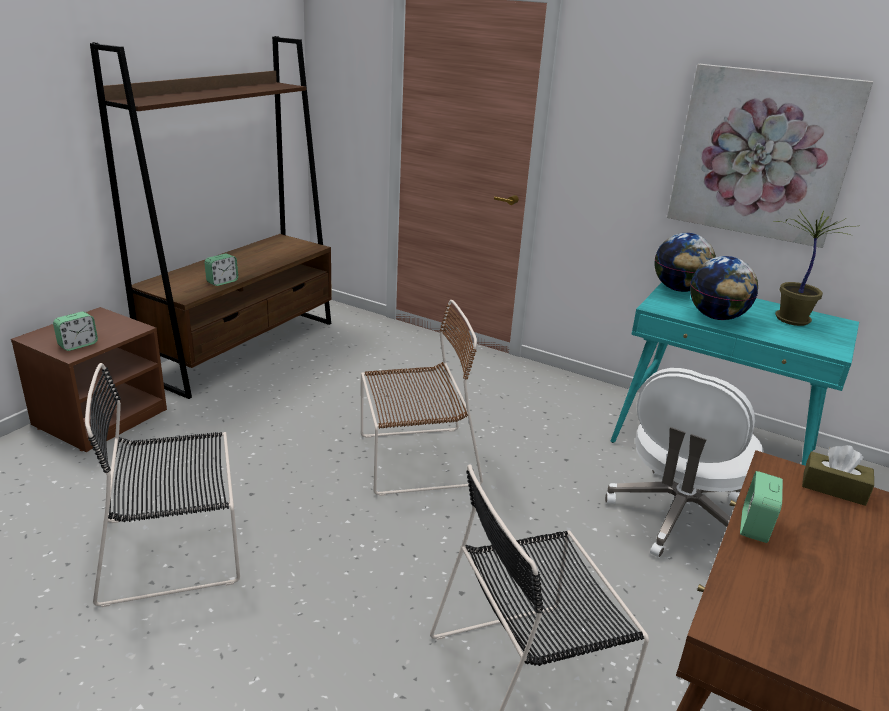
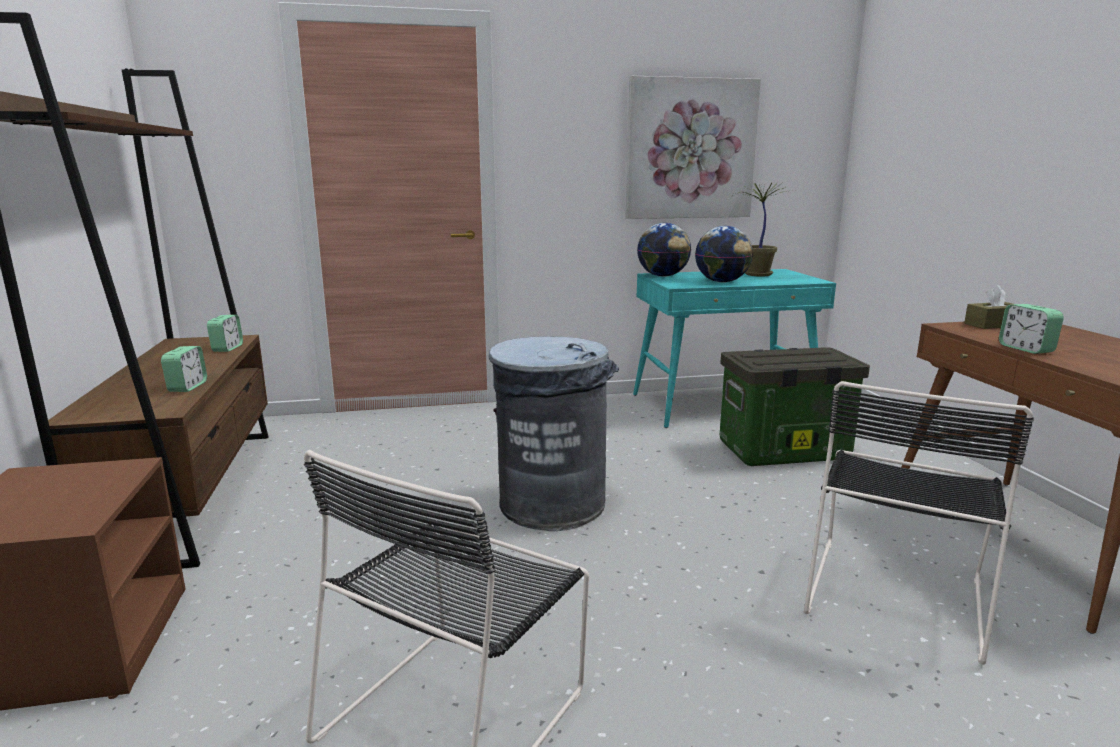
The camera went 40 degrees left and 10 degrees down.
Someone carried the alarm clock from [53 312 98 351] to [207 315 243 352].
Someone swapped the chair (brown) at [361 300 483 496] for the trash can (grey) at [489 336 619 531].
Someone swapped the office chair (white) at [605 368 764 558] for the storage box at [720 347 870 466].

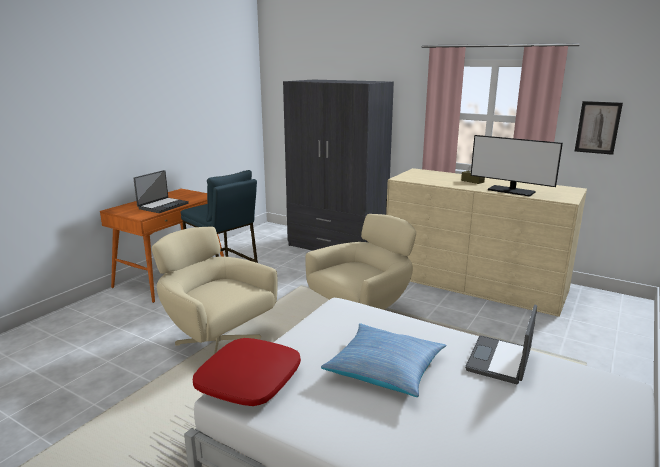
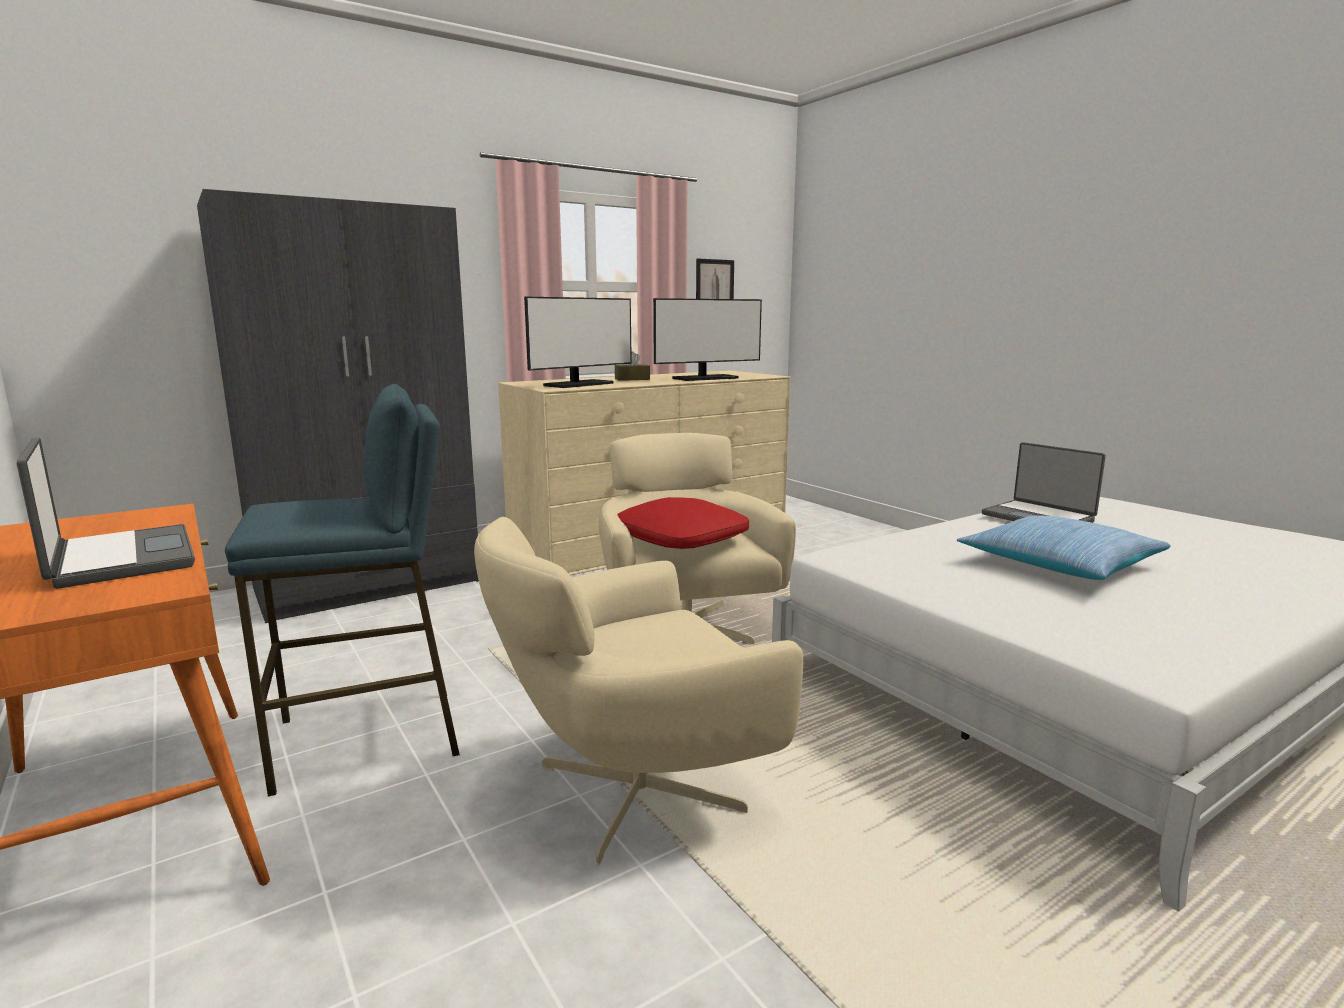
The camera went 65 degrees left and 5 degrees down.
Someone carried the pillow (red) from [193 338 301 406] to [617 497 749 549].
Someone put down the monitor at [524 297 632 388].

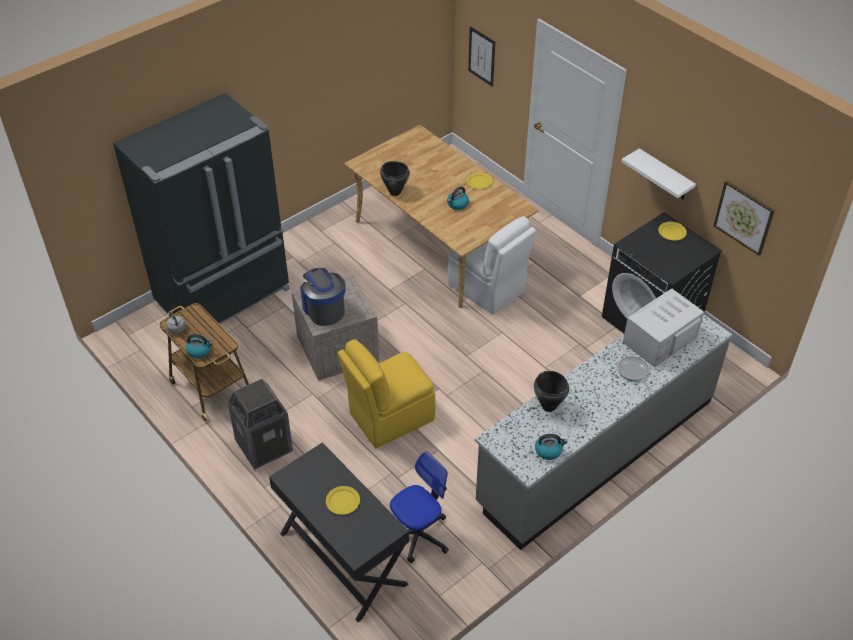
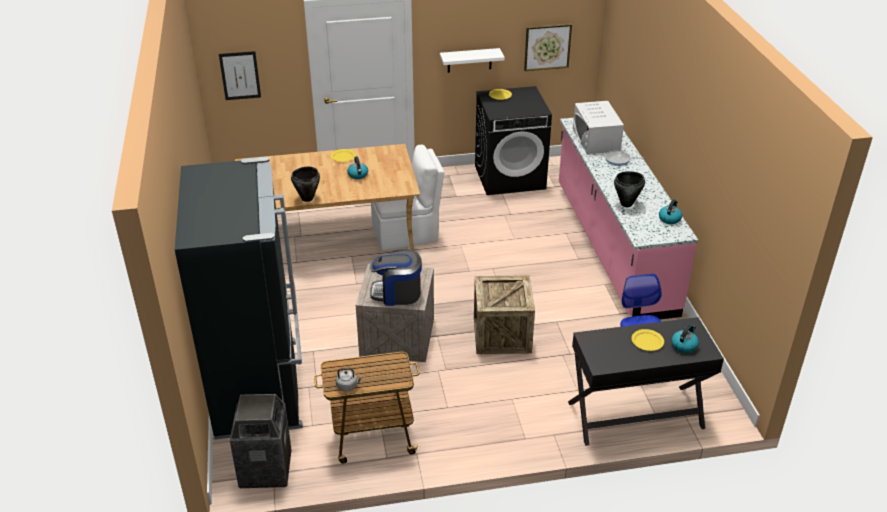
The camera went 60 degrees left and 10 degrees down.
Someone carried the kettle from [186 334 213 358] to [671 324 699 353].
Someone carried the trash can from [227 378 293 469] to [230 394 292 488].
Someone swapped the chair (yellow) at [337 339 435 448] for the crate at [474 275 535 354].
Someone repainted the counter (grey) at [475 315 732 550], which became the counter (pink) at [559 118 698 319].

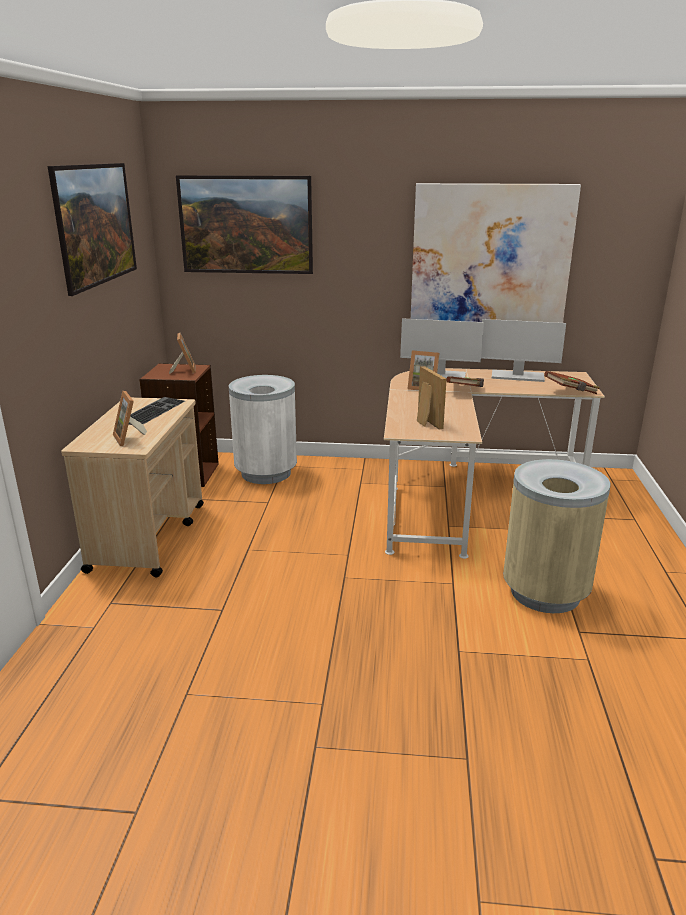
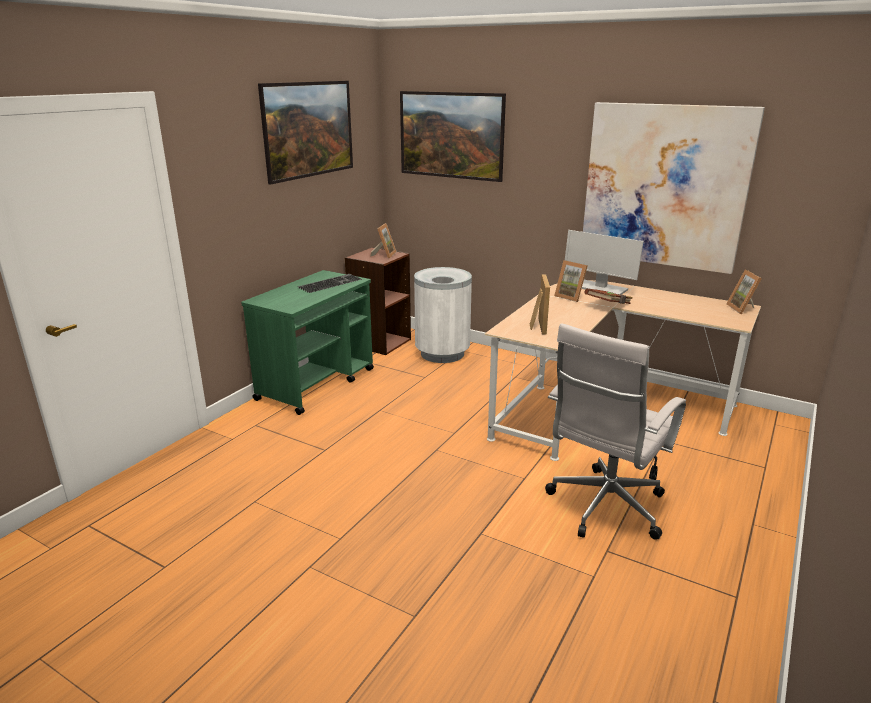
The camera went 25 degrees right and 0 degrees up.
Someone repainted the cart (beige) at [61 397 204 577], which became the cart (green) at [241 270 374 415].
Someone carried the picture frame from [113 391 147 446] to [726 270 762 314].
Someone took away the monitor at [481 319 566 382].
Someone swapped the trash can (beige) at [503 459 610 613] for the office chair (white) at [545 323 686 540].
Someone took away the book (brown) at [544 371 600 394].

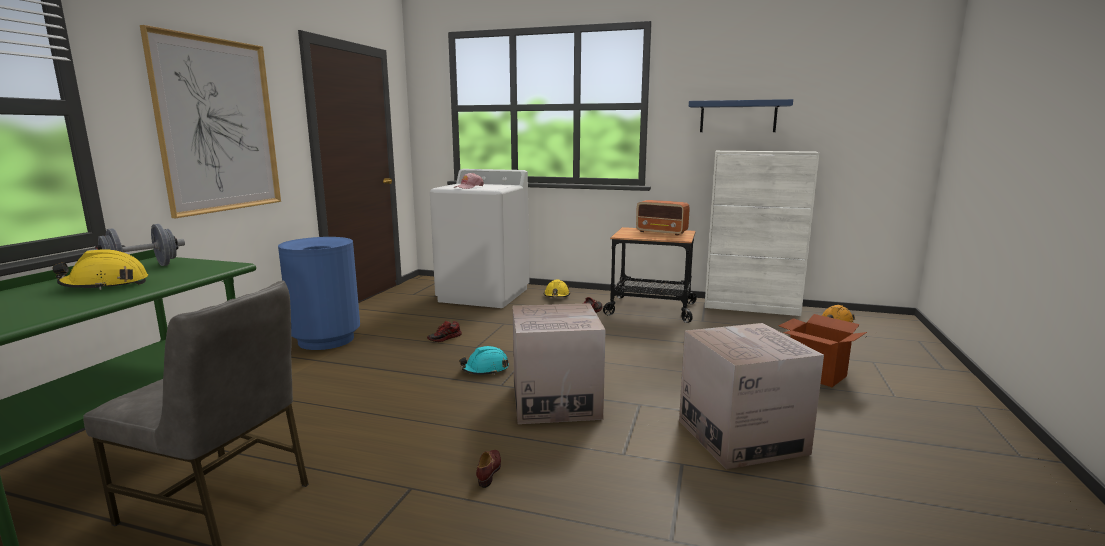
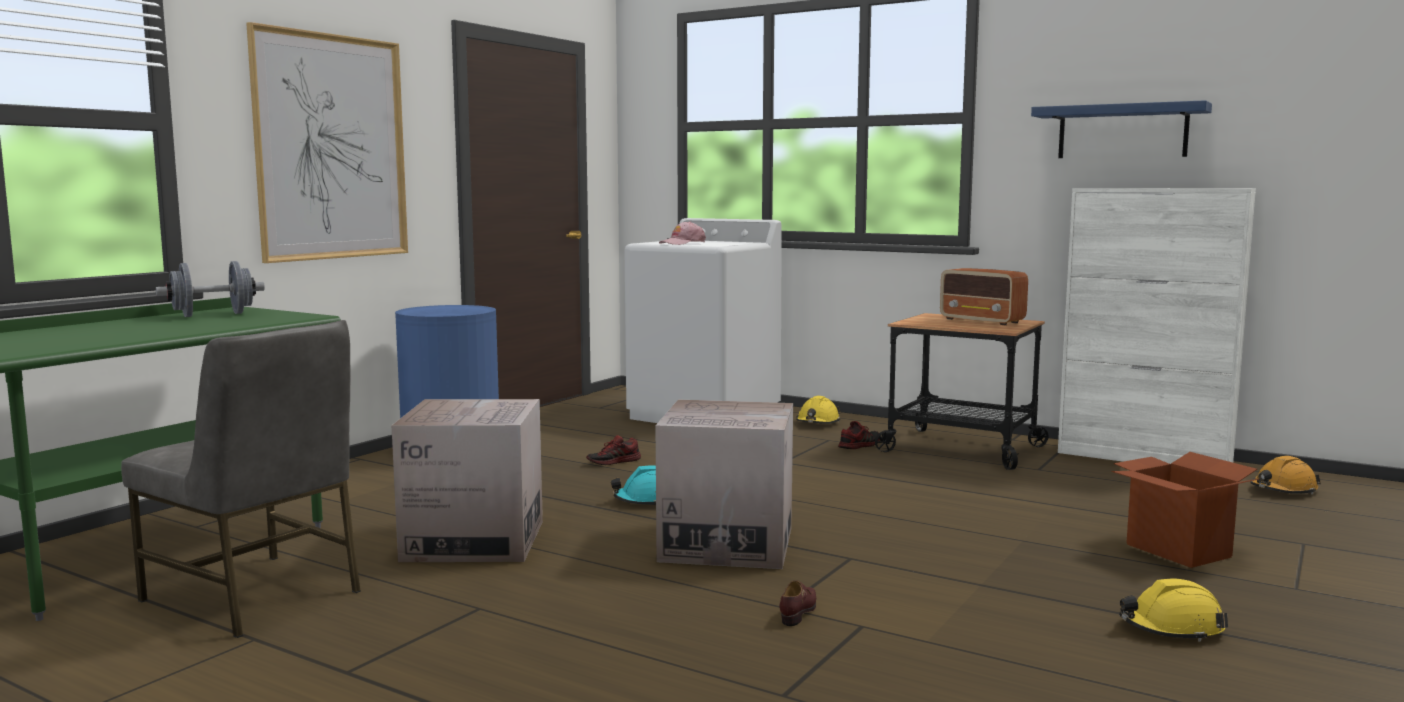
The camera went 15 degrees right and 5 degrees down.
Someone carried the hard hat (yellow) from [52 249 148 290] to [1119 578 1228 642].
Someone carried the shoe (brown) from [476 450 501 488] to [779 580 816 626].
Someone carried the cardboard box from [679 323 824 469] to [391 399 543 562].

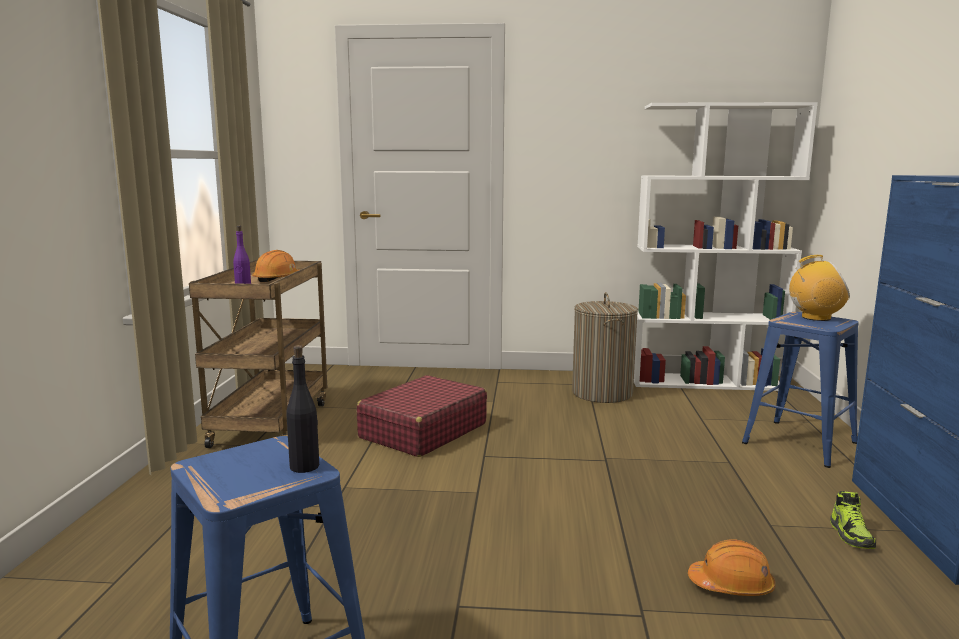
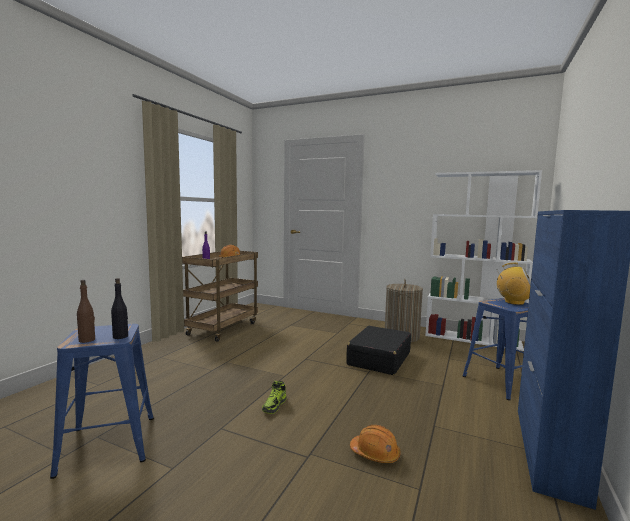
The camera went 20 degrees right and 5 degrees down.
Someone took away the suitcase (red) at [357 375 487 457].
Someone carried the shoe from [830 491 876 549] to [262 381 286 414].
Someone put down the bottle (brown) at [77 280 95 343].
Someone put down the suitcase (black) at [346 326 411 375].

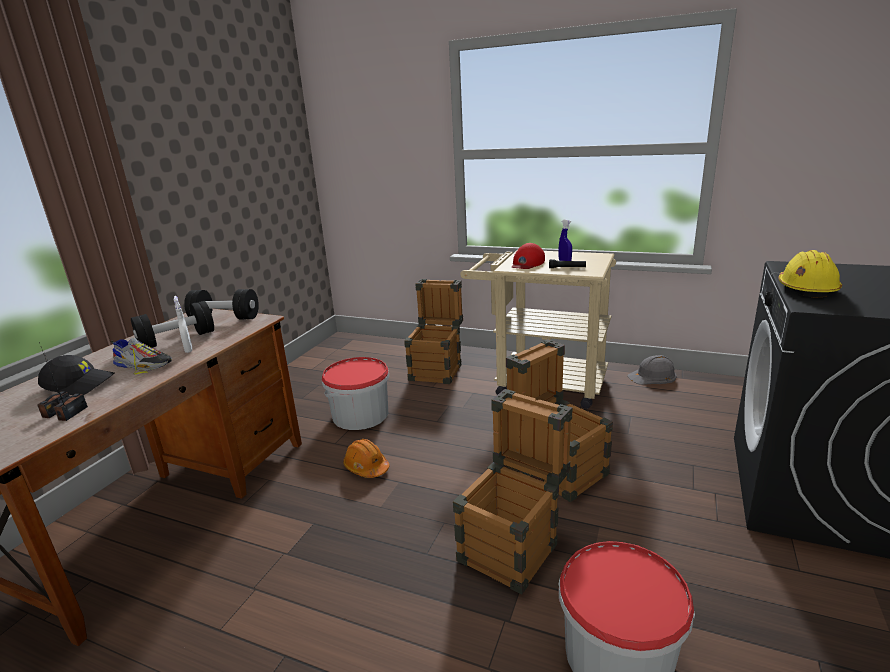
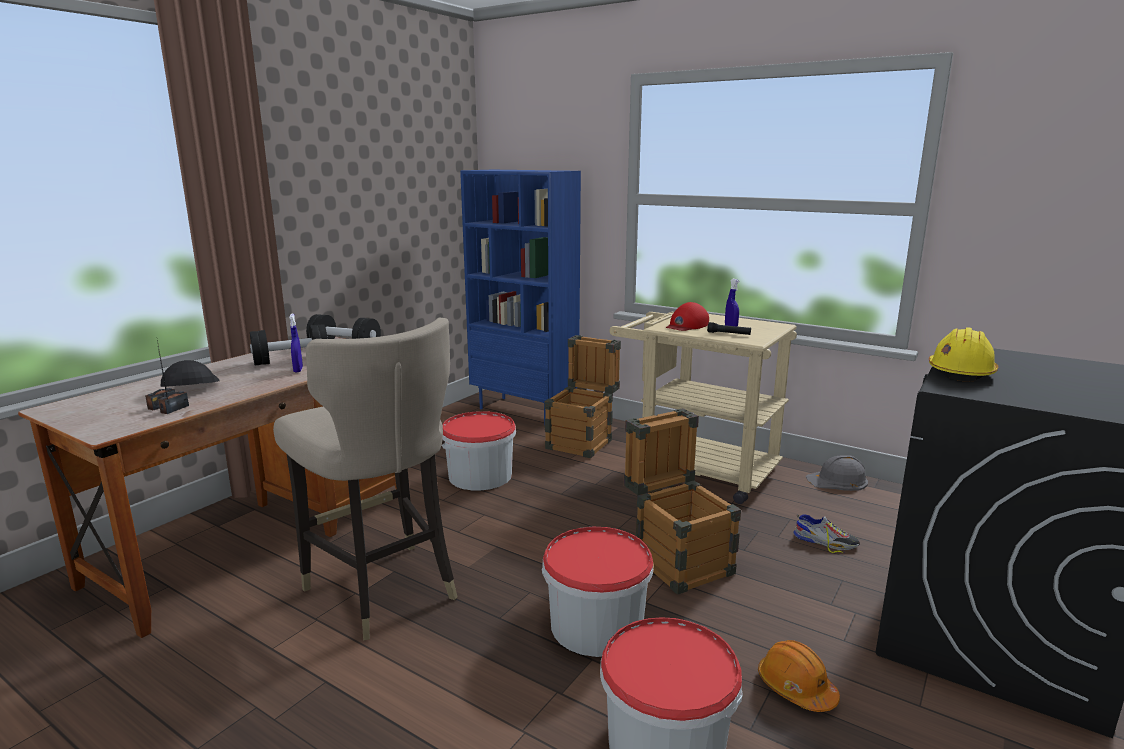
The camera went 10 degrees right and 5 degrees down.
Someone rotated the cap (black) at [38 355 114 395] by 120 degrees counterclockwise.
Someone carried the shoe from [111 338 172 374] to [793 514 860 553].
Someone repainted the spray bottle (white) at [174 296 192 353], which became the spray bottle (blue) at [289 313 303 372].
Someone carried the hard hat (orange) from [343 439 390 478] to [758 640 840 712].
Someone swapped the crate at [453 389 573 594] for the bucket at [542 527 654 657].
Someone put down the stool (beige) at [273 318 458 641].
Someone put down the bookcase (blue) at [460 170 581 425].

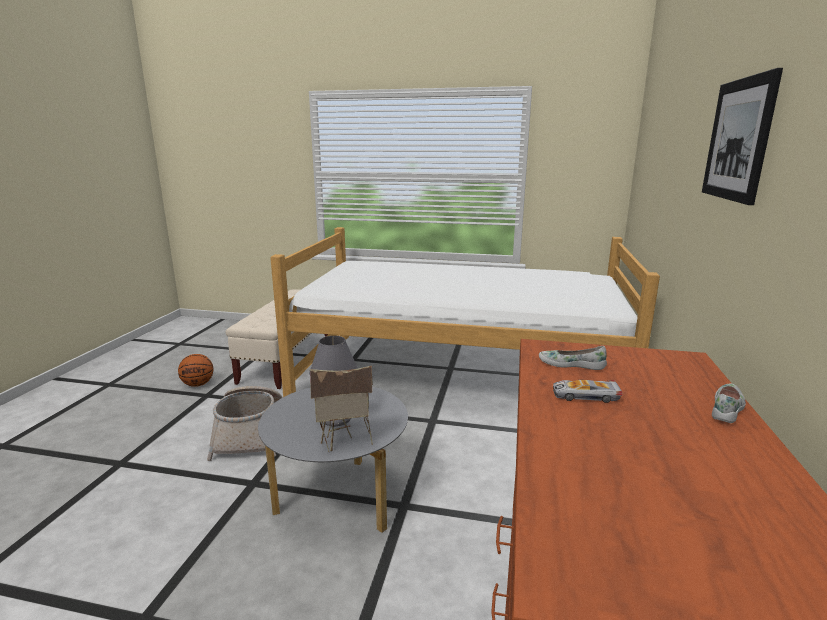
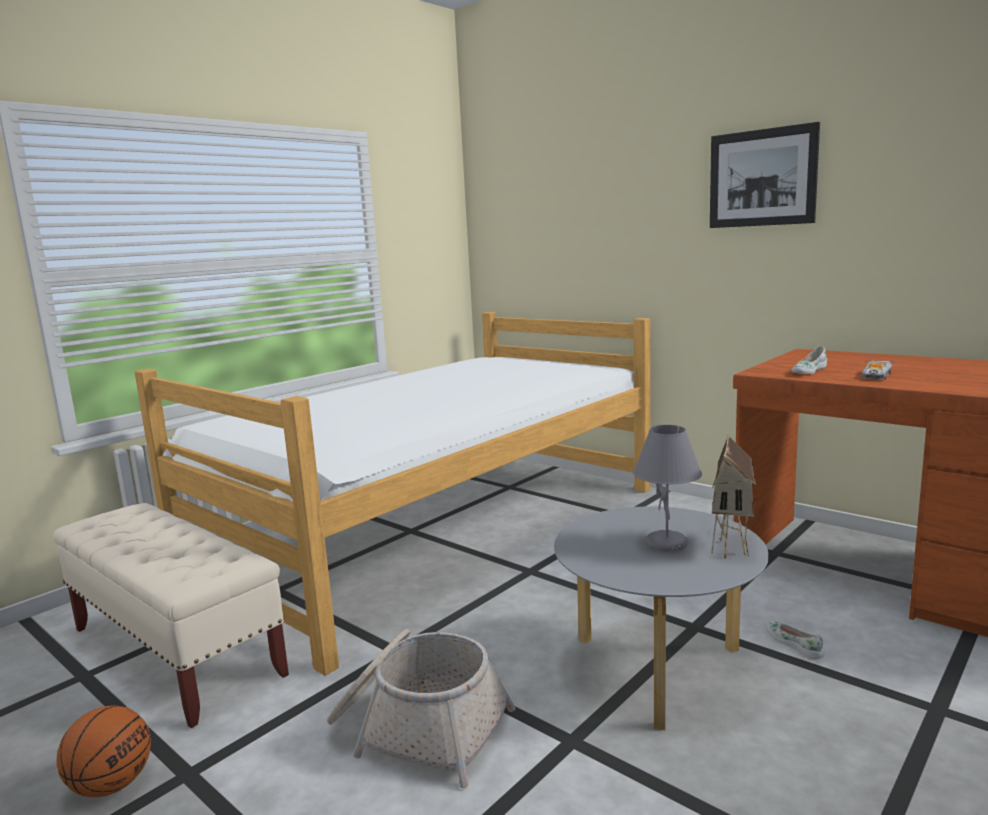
The camera went 60 degrees left and 5 degrees down.
Someone carried the shoe (white) from [712 384 746 423] to [766 620 825 660].

